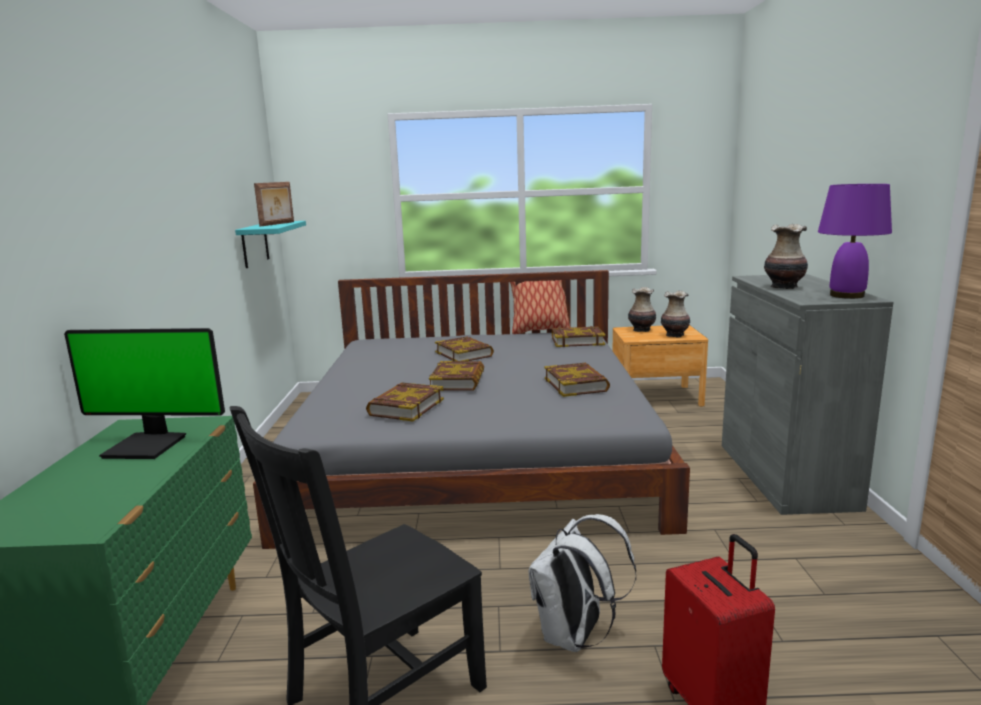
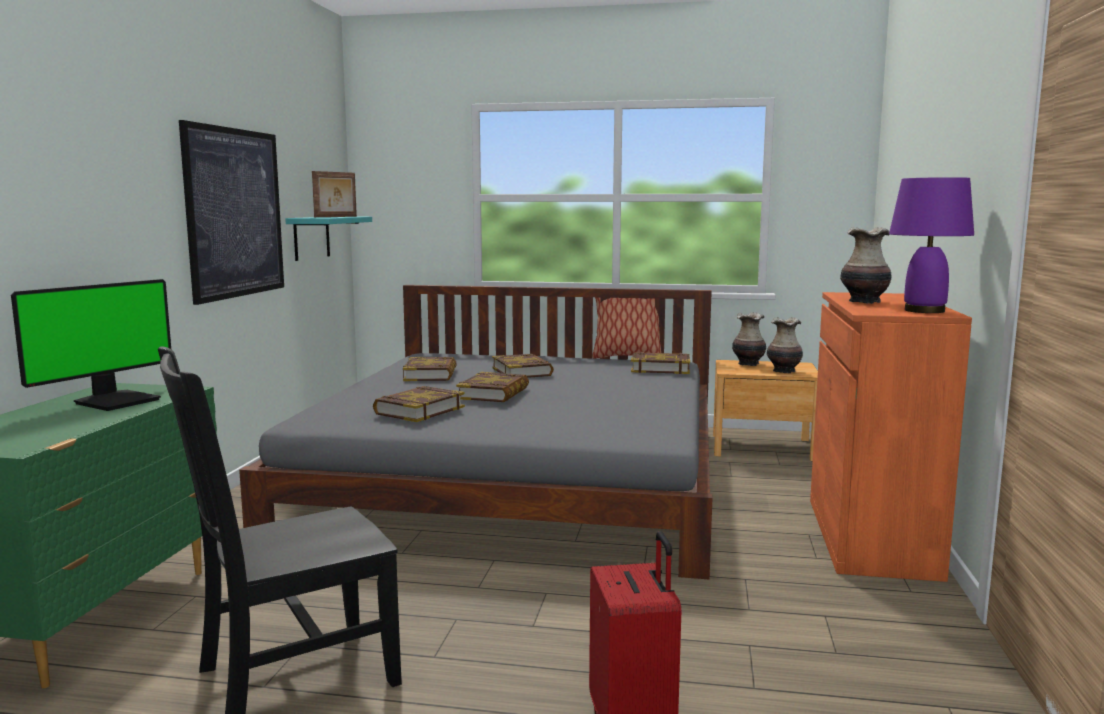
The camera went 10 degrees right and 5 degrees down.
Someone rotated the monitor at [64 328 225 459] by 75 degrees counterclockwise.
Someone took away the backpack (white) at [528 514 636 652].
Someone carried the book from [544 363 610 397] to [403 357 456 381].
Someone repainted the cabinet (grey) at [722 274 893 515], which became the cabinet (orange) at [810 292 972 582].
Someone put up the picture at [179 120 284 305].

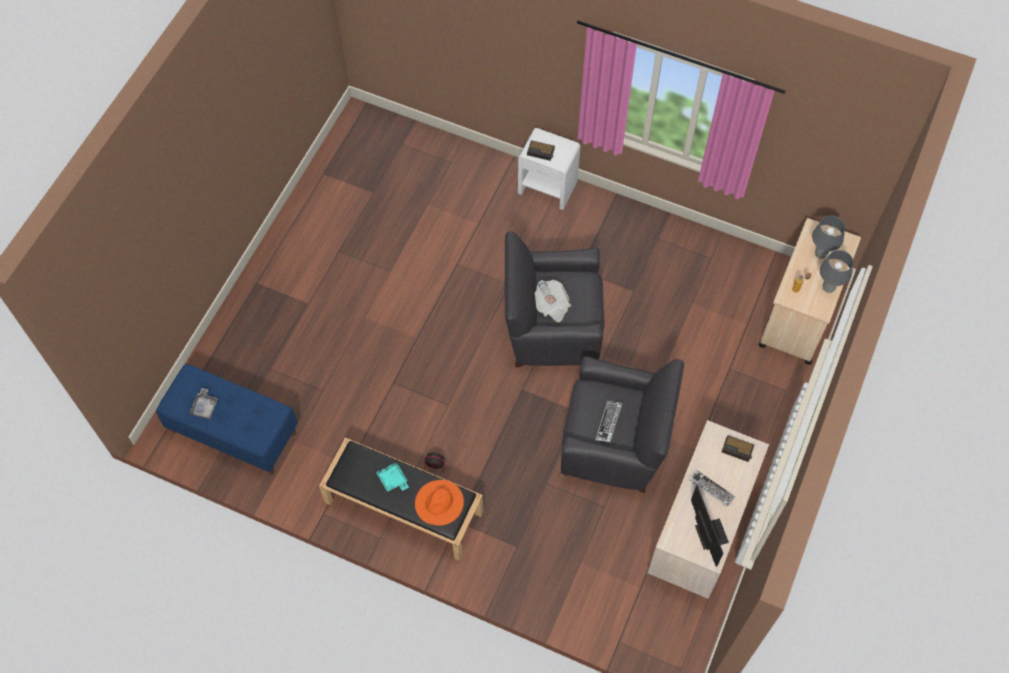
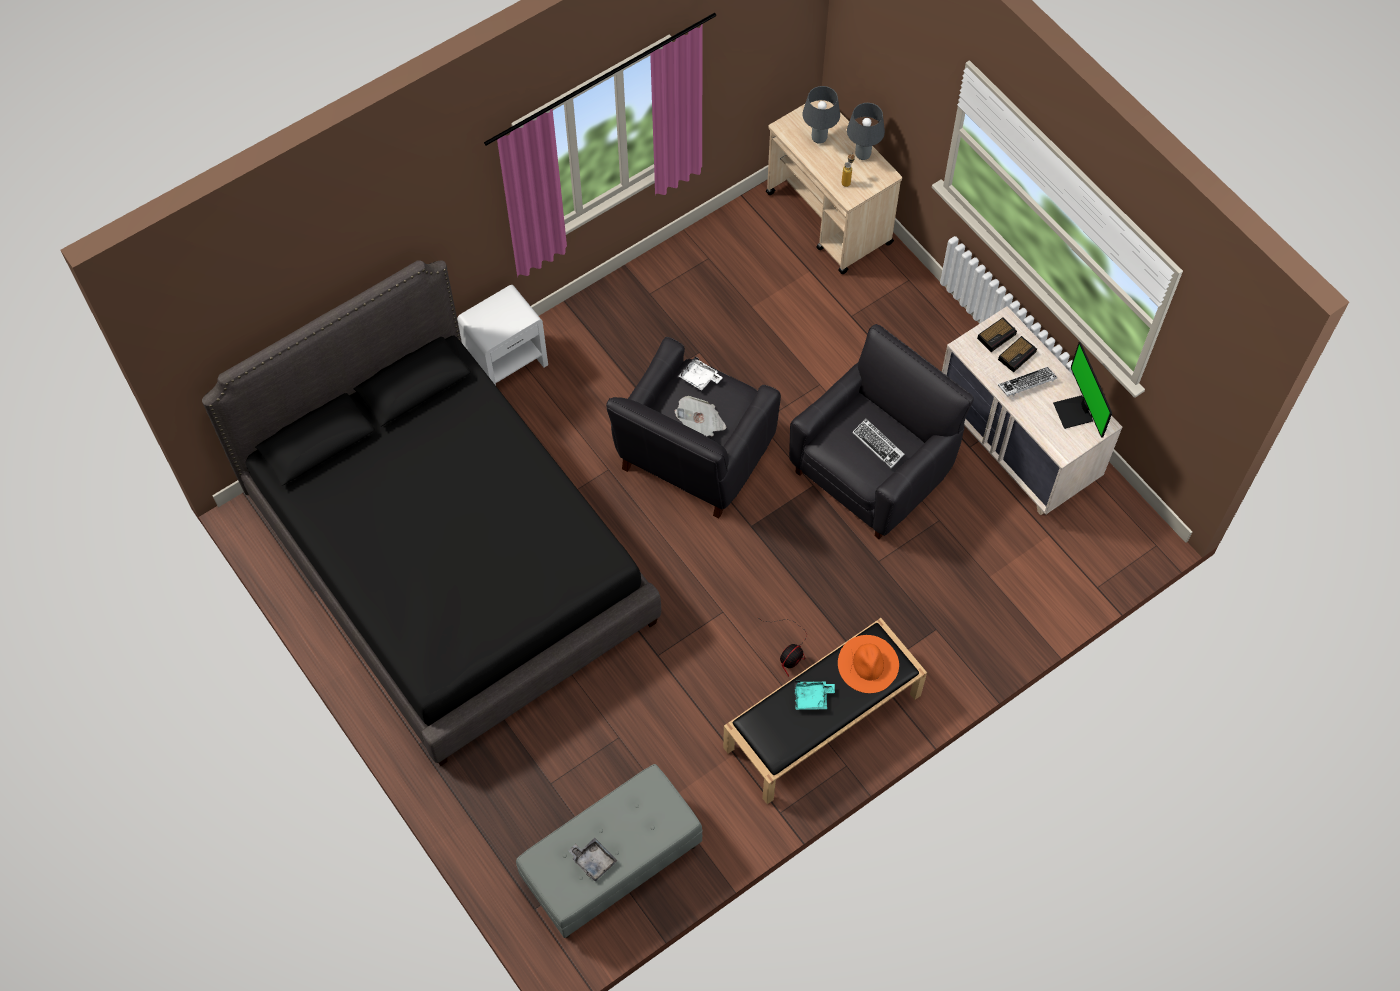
The camera went 60 degrees left and 0 degrees up.
Someone repainted the bench (blue) at [156 364 298 475], which became the bench (grey) at [516 764 703 938].
Someone carried the alarm clock from [527 140 555 161] to [998 336 1037 372].
Someone rotated the monitor at [691 485 729 567] by 120 degrees counterclockwise.
Someone put down the bed (black) at [202 260 661 766].
Someone put down the tray (white) at [679 356 723 391].

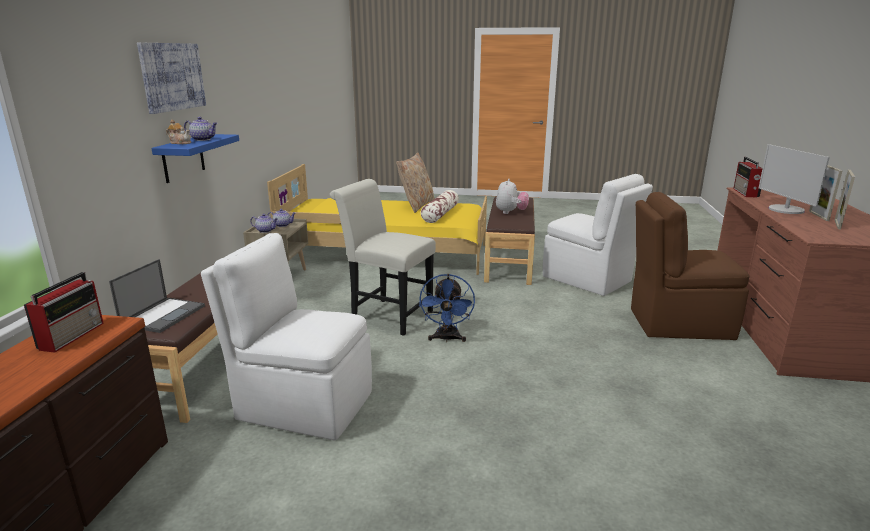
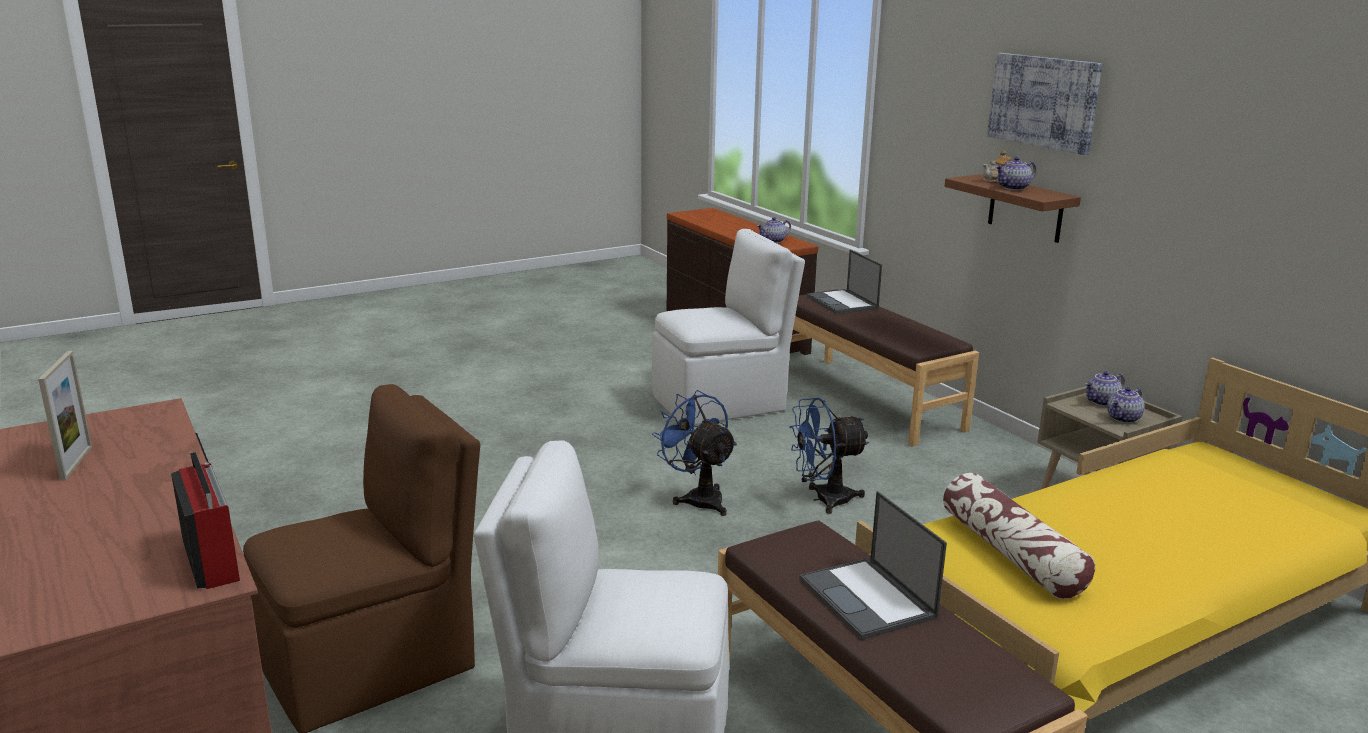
The camera went 140 degrees right and 0 degrees up.
Someone swapped the radio at [24 272 104 353] for the teapot at [757 217 791 243].
Someone repainted the shelf (blue) at [151 134 239 183], which became the shelf (brown) at [945 174 1081 243].
Someone swapped the chair (white) at [330 179 436 336] for the fan (blue) at [790 398 870 514].
Someone took away the pillow (beige) at [396 153 435 213].
Someone swapped the plush toy at [496 179 529 214] for the laptop at [800 491 947 640].
Someone took away the monitor at [759 144 830 214].
Someone took away the picture frame at [809 165 842 221].

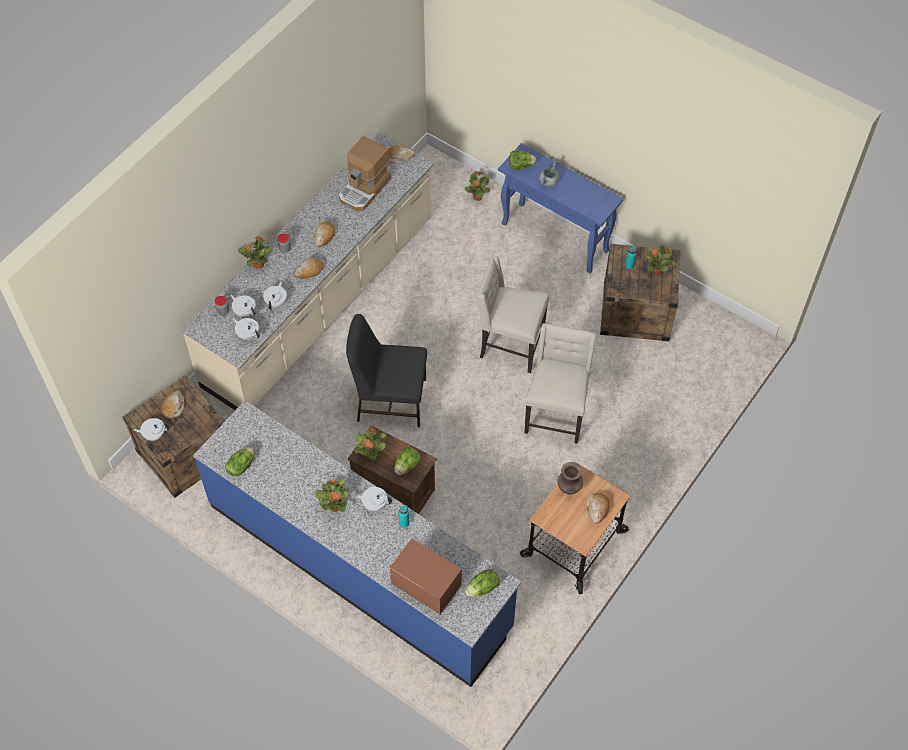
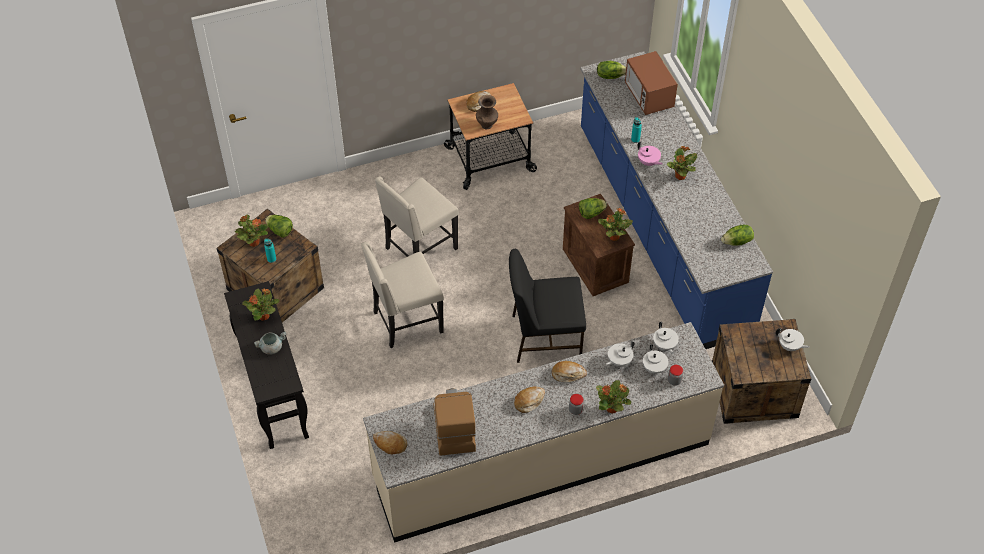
The camera went 145 degrees left and 5 degrees down.
Someone took away the bread at [161 390 184 419].
Someone rotated the coffee machine at [338 136 391 211] by 75 degrees counterclockwise.
Someone rotated the chair (black) at [346 314 427 427] by 135 degrees clockwise.
Someone repainted the teapot (white) at [355 487 392 511], which became the teapot (pink) at [638 142 663 166].
Someone carried the potted plant from [464 171 490 201] to [242 288 279 321].
Someone rotated the chair (beige) at [477 255 549 373] by 105 degrees clockwise.
Someone repainted the console table (blue) at [498 143 624 273], which became the console table (black) at [224 281 309 449].
Someone carried the lettuce from [509 151 536 170] to [265 215 293 238].

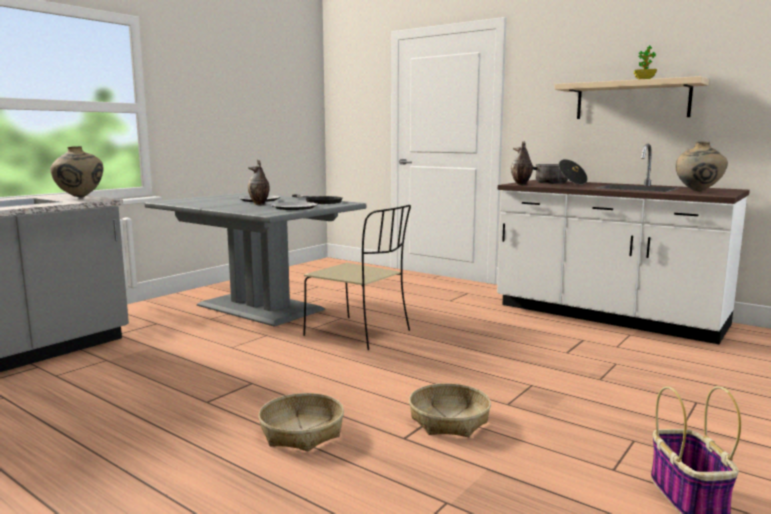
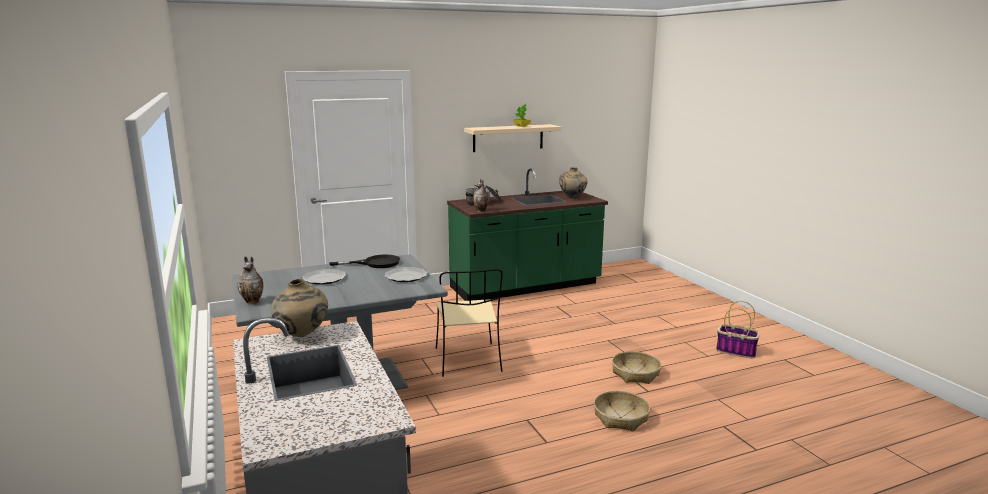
The camera went 60 degrees left and 5 degrees up.
Someone carried the vase from [248 160 270 205] to [237 256 263 304].
Someone rotated the chair (beige) at [303 205 411 350] by 105 degrees clockwise.
Someone repainted the counter (white) at [497 144 750 344], which became the counter (green) at [447 169 608 301].

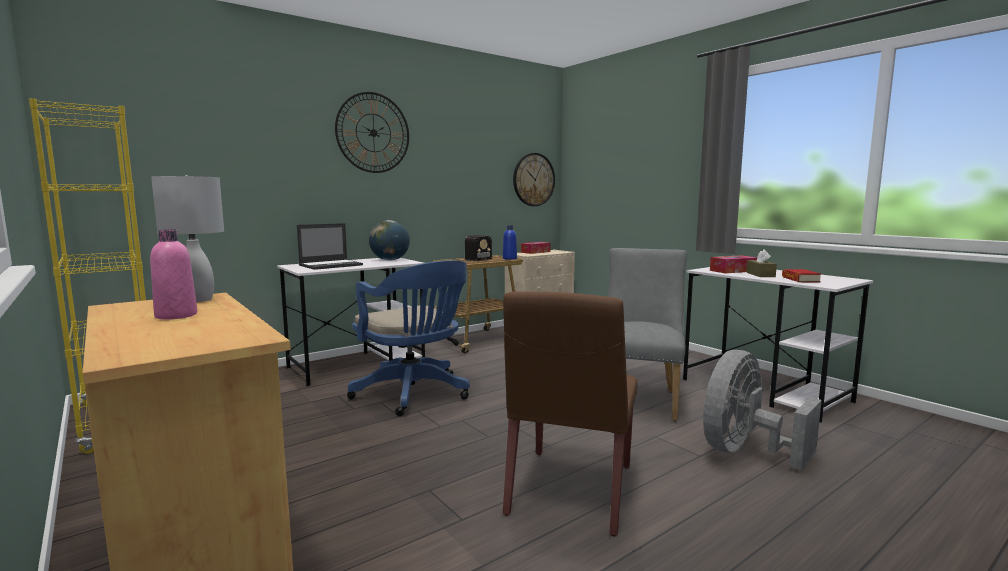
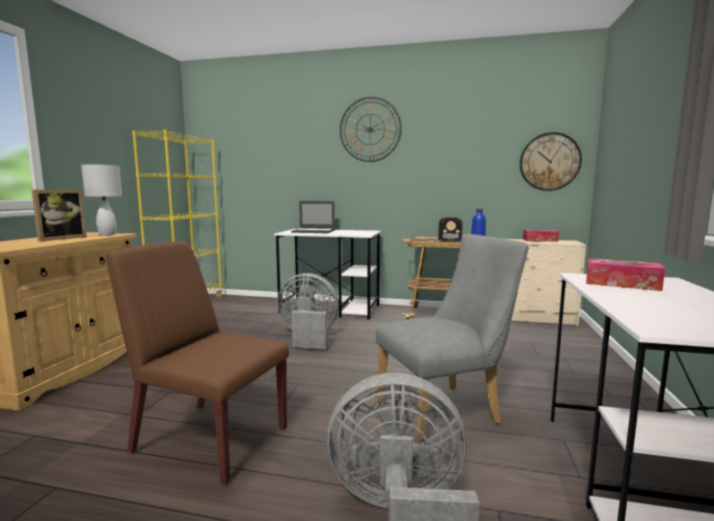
The camera went 50 degrees right and 0 degrees up.
Someone swapped the bottle (pink) at [150 229 197 320] for the picture frame at [32 190 87 242].
Someone swapped the office chair (blue) at [347 260 470 416] for the fan (grey) at [277 273 339 349].
Someone took away the globe at [369 220 410 261].
Someone rotated the chair (brown) at [503 291 637 536] by 45 degrees clockwise.
Someone took away the tissue box (brown) at [746 250 777 277].
Someone took away the book at [782 269 821 282].

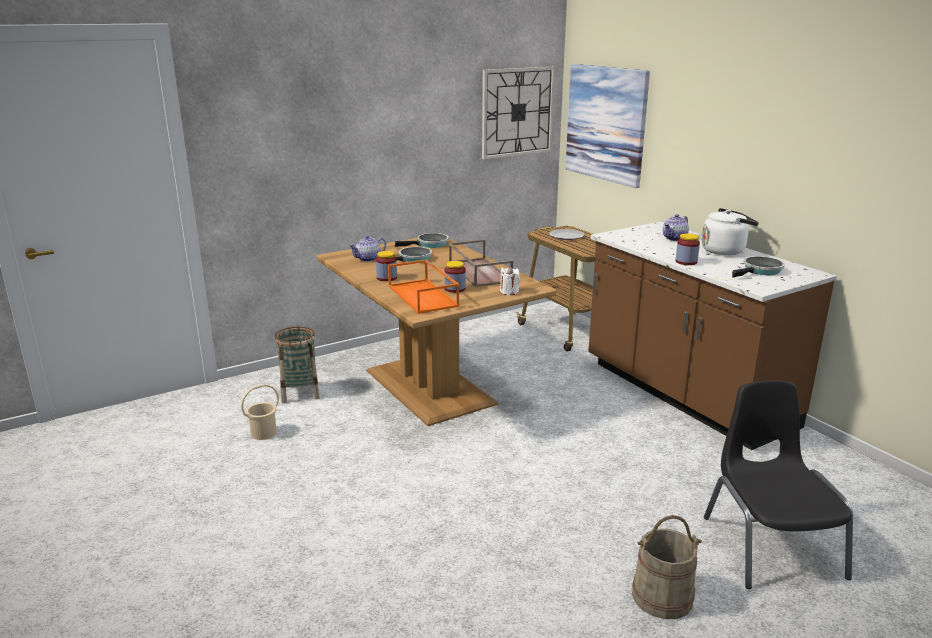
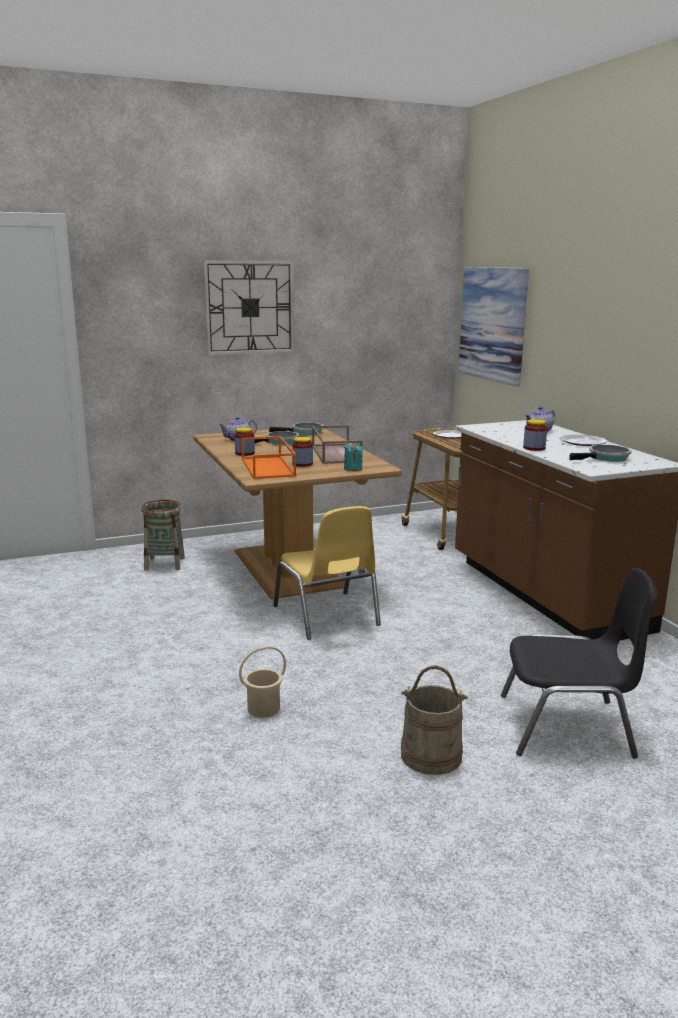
The camera went 10 degrees right and 5 degrees down.
Someone carried the bucket (beige) from [241 385 279 440] to [239 646 286 718].
Someone carried the wall clock from [482 67 555 159] to [203 260 294 355].
Someone repainted the candle (white) at [500 266 520 295], which became the candle (turquoise) at [344 443 362 471].
Someone swapped the kettle (white) at [702 208 759 255] for the plate at [560 435 608 446].
Someone rotated the chair (black) at [704 380 853 589] by 90 degrees clockwise.
Someone put down the chair (yellow) at [273 506 381 640].

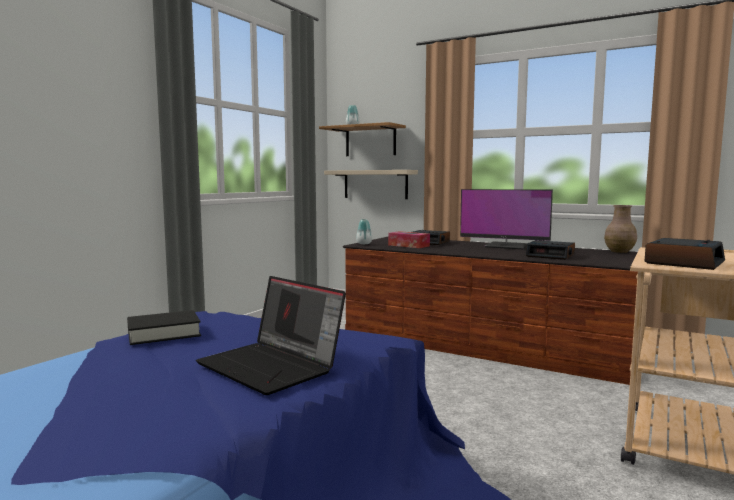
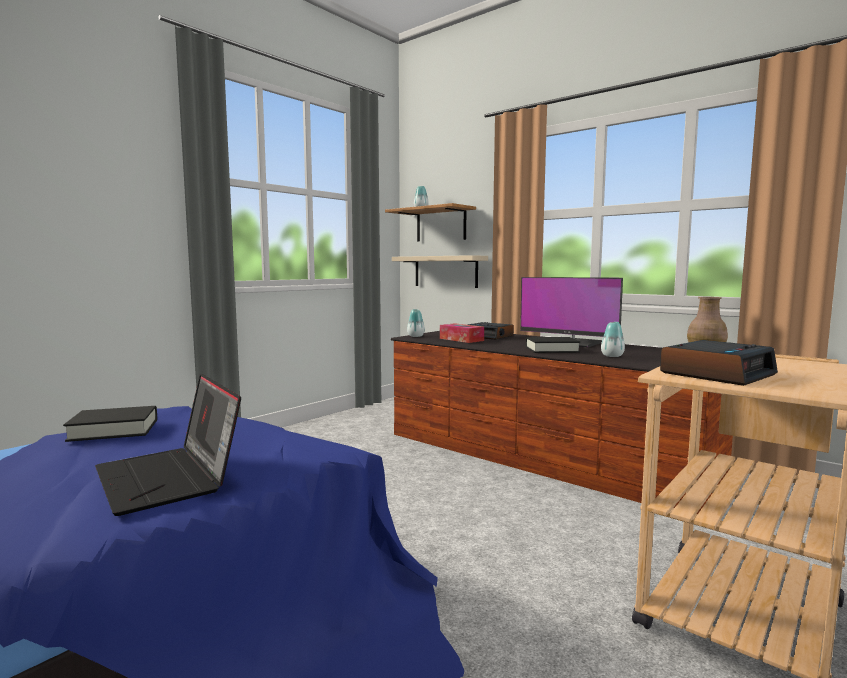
The camera went 10 degrees right and 0 degrees up.
Someone swapped the alarm clock at [526 240 575 260] for the vase at [601 322 625 357].
Someone put down the book (black) at [526 337 580 353].

